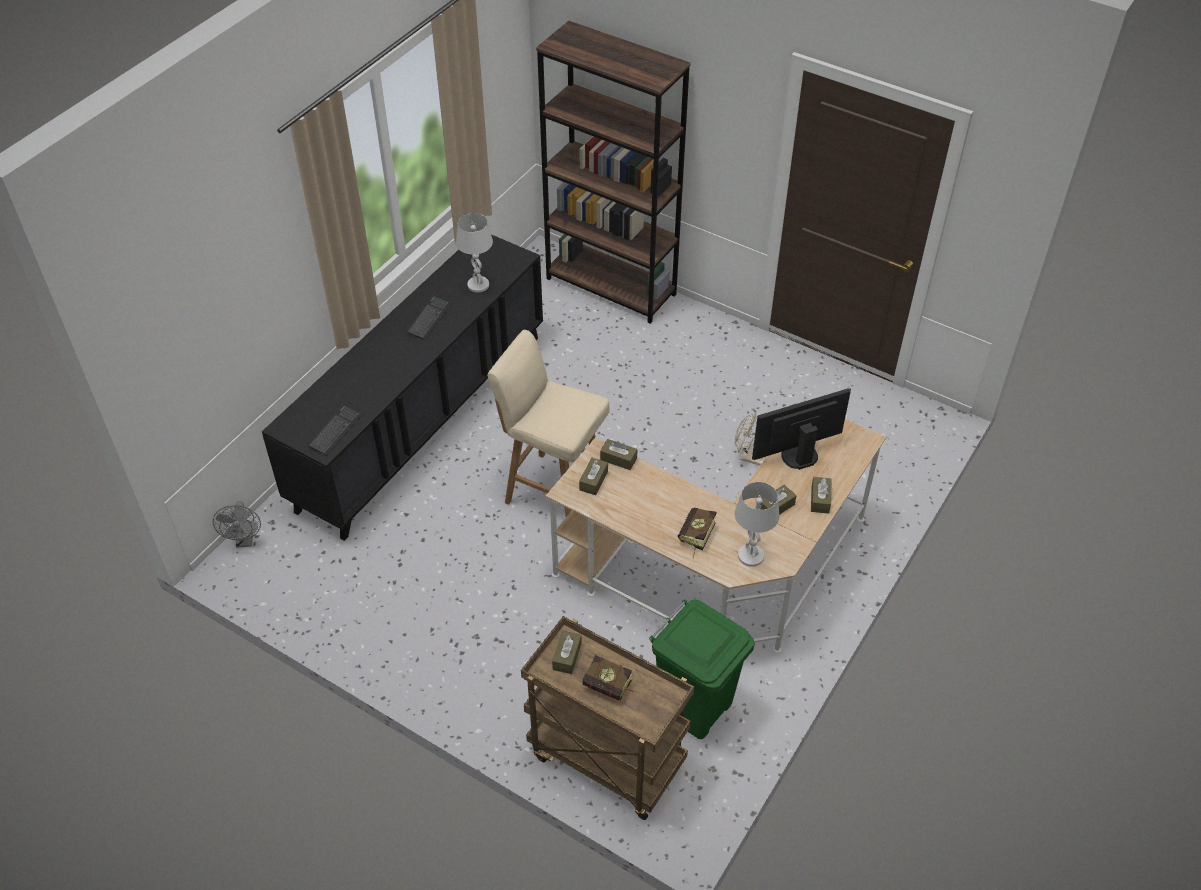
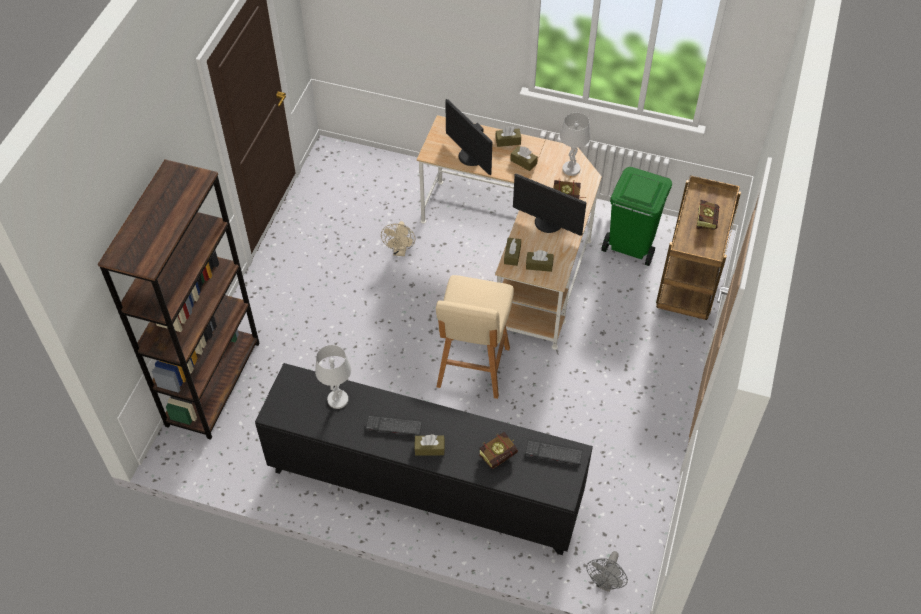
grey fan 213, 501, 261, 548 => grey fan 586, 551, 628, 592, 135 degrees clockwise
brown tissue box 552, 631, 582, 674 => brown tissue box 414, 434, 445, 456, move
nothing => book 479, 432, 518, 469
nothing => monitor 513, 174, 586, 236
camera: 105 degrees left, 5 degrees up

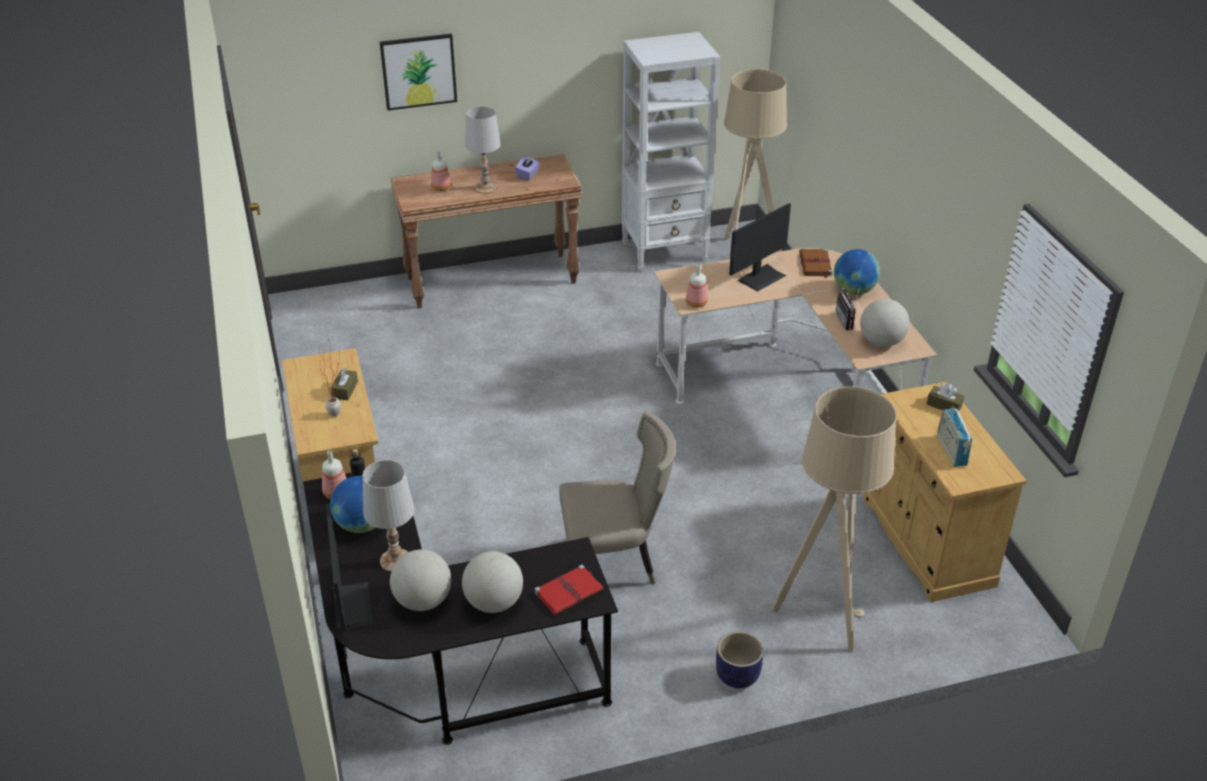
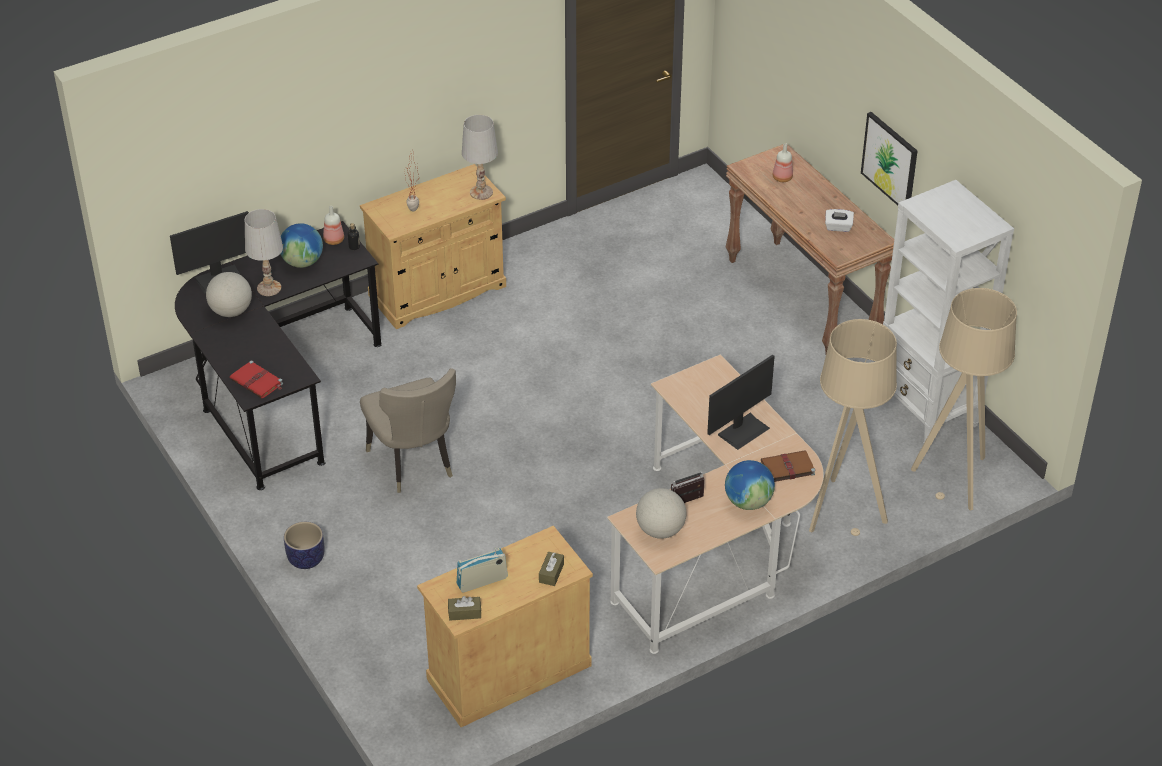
brown tissue box 331, 368, 358, 400 => brown tissue box 448, 596, 481, 621, move
picture 380, 34, 457, 111 => picture 861, 112, 918, 205, move
globe 462, 551, 523, 613 => nothing
white table lamp 465, 106, 500, 193 => white table lamp 462, 115, 498, 200, move
purple tissue box 515, 156, 540, 180 => white tissue box 825, 209, 854, 232
bottle 686, 264, 708, 308 => nothing
monitor 729, 203, 791, 292 => monitor 707, 355, 775, 450, 75 degrees counterclockwise
beige floor lamp 772, 386, 897, 651 => beige floor lamp 809, 319, 897, 536, move
camera: 75 degrees right, 5 degrees up

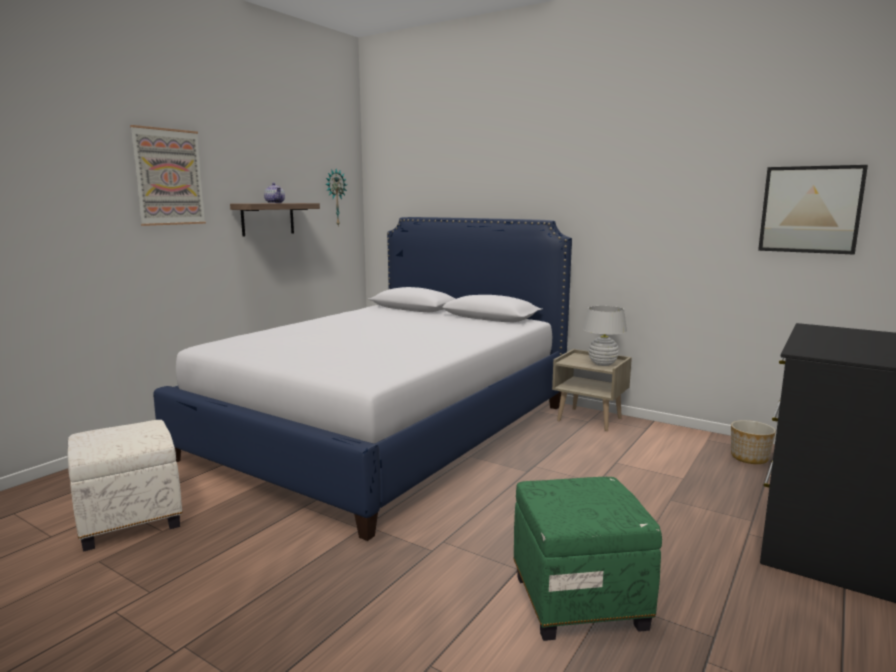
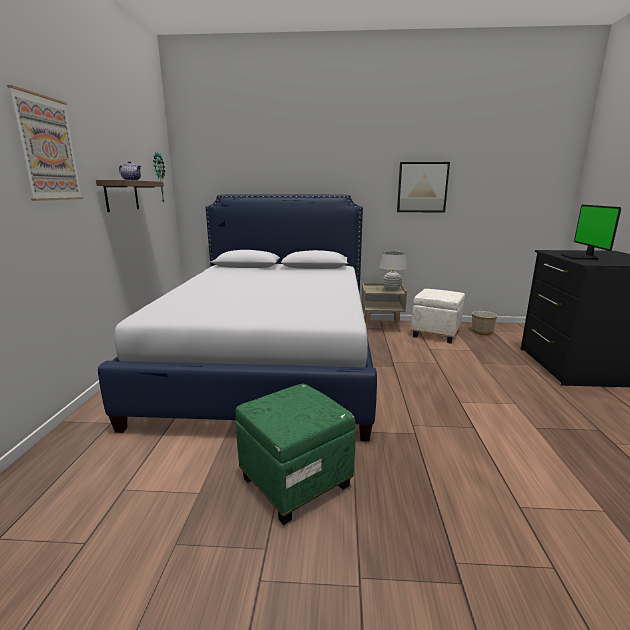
white ottoman 68, 420, 183, 552 => white ottoman 411, 289, 465, 344, move
green ottoman 513, 477, 662, 641 => green ottoman 236, 384, 355, 525, move
picture 758, 165, 868, 255 => picture 397, 162, 450, 212, move
nothing => monitor 561, 205, 621, 260
camera: 30 degrees left, 5 degrees up

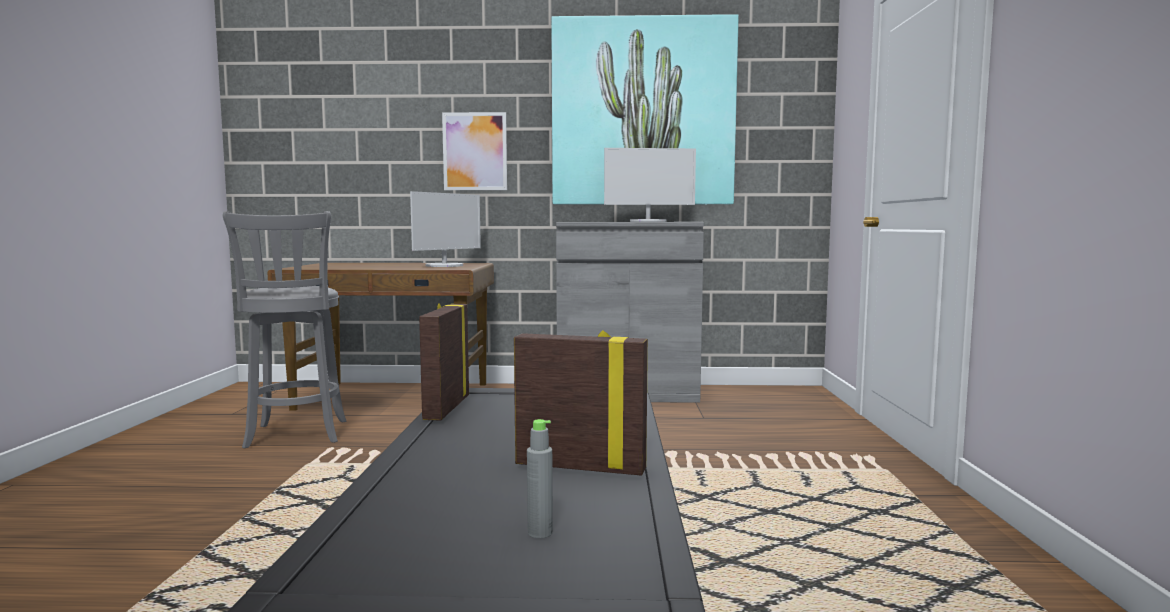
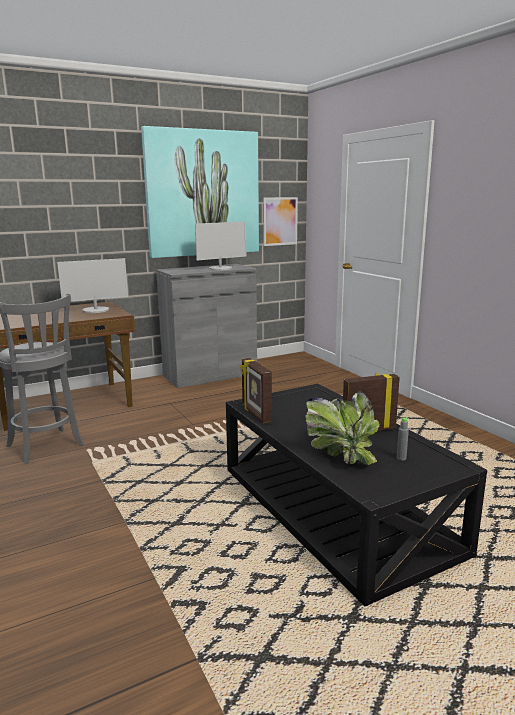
monitor 410, 191, 481, 267 => monitor 57, 258, 128, 313, 60 degrees clockwise
picture 442, 112, 507, 190 => picture 263, 197, 298, 246, move
nothing => potted plant 305, 391, 380, 465
camera: 30 degrees left, 10 degrees up

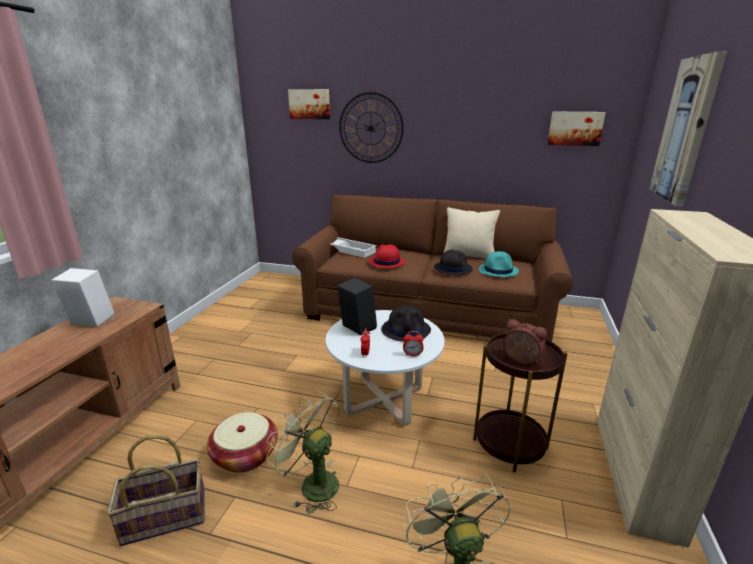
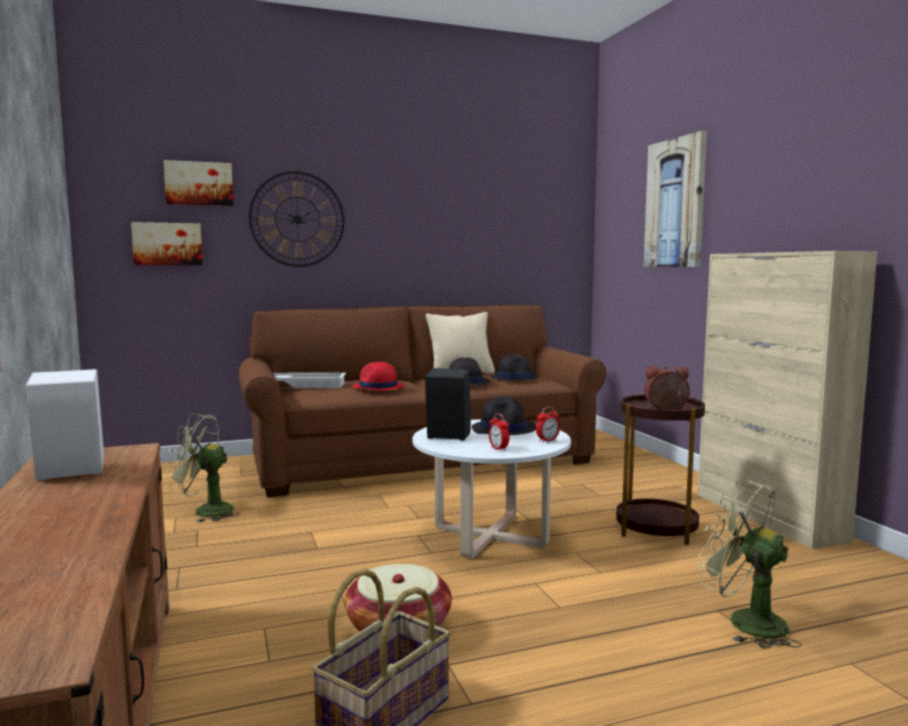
green fan 266, 391, 339, 514 => green fan 166, 414, 240, 523, move
turquoise hat 479, 251, 519, 277 => black hat 491, 354, 539, 381
picture 548, 112, 606, 146 => picture 131, 222, 202, 265, move
camera: 35 degrees left, 15 degrees down

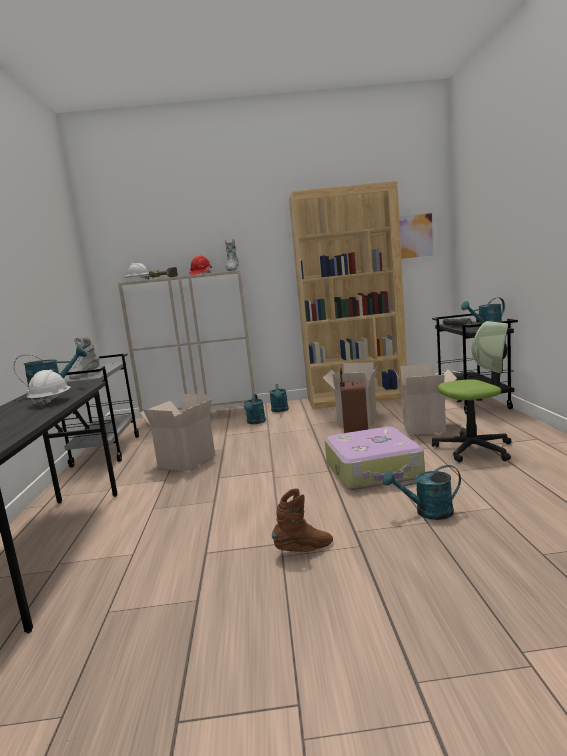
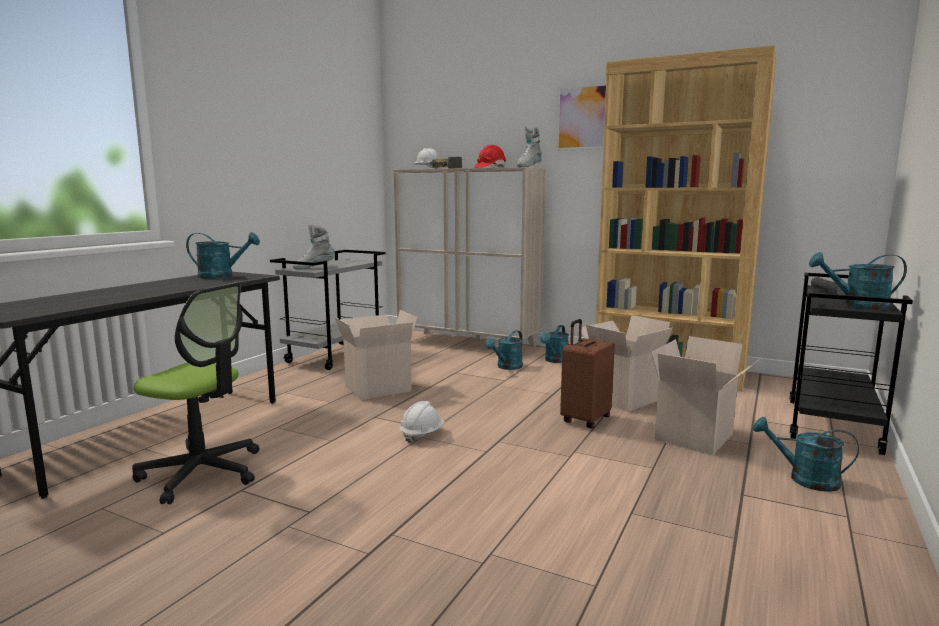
white hard hat 27, 370, 70, 408 => white hard hat 400, 401, 444, 444, move
brown boot 272, 488, 333, 552 => nothing
suitcase 325, 427, 425, 490 => nothing
turquoise watering can 383, 465, 461, 520 => turquoise watering can 753, 417, 859, 492, move
picture 399, 211, 436, 261 => picture 556, 82, 606, 151, move
office chair 432, 321, 511, 463 => office chair 132, 282, 259, 504, move
camera: 30 degrees right, 0 degrees up

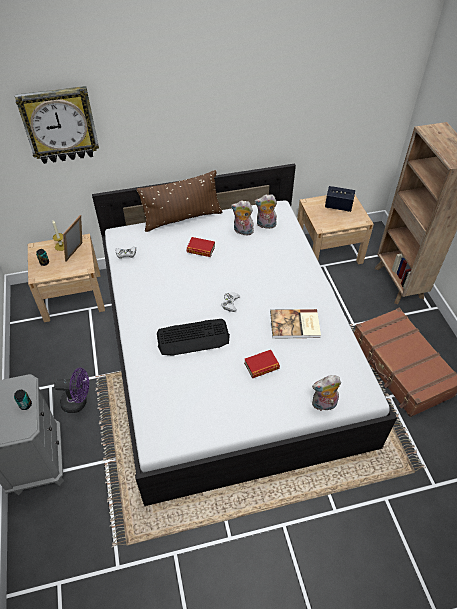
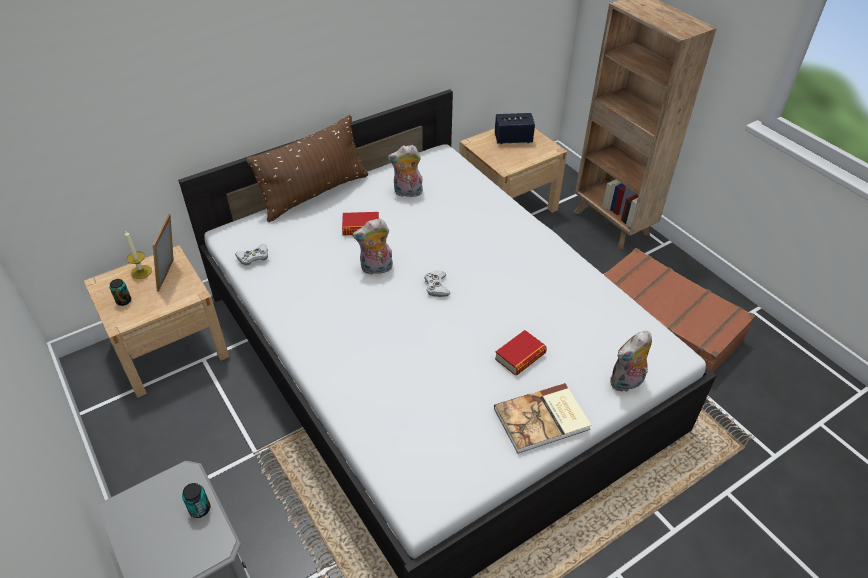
wall clock 15, 86, 99, 164 => nothing
purple fan 54, 368, 89, 413 => nothing
keyboard 157, 319, 230, 356 => nothing
plush toy 254, 194, 277, 229 => plush toy 352, 218, 393, 275, move
book 270, 309, 321, 339 => book 494, 383, 591, 454, move
camera: 20 degrees left, 5 degrees down

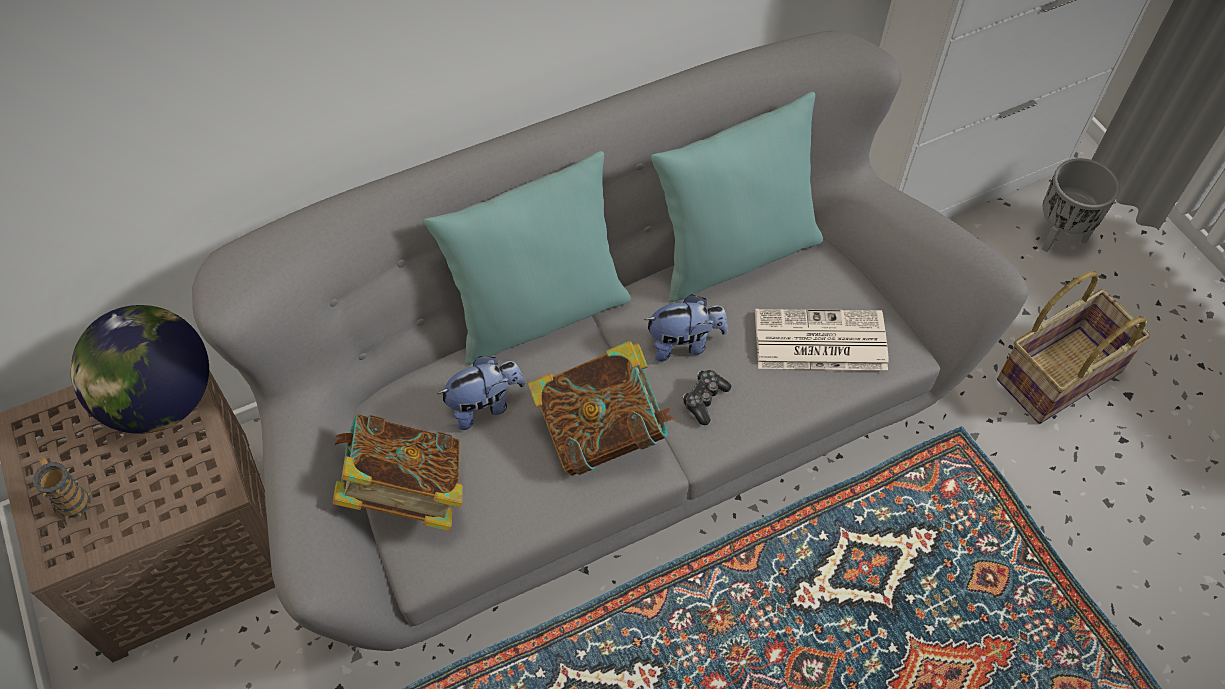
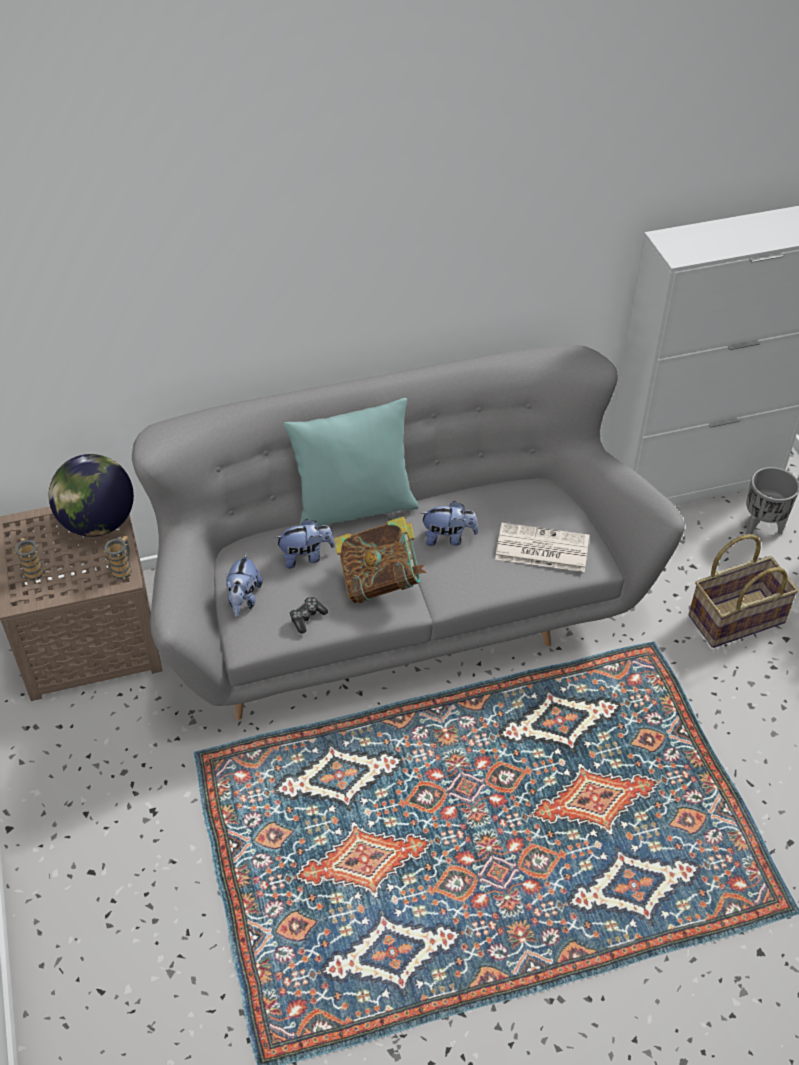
book 332, 414, 463, 531 => plush toy 226, 552, 263, 617
turquoise pillow 651, 92, 823, 302 => nothing
game controller 682, 370, 731, 425 => game controller 290, 597, 328, 633, move
nothing => mug 104, 536, 133, 580
camera: 10 degrees right, 10 degrees down

